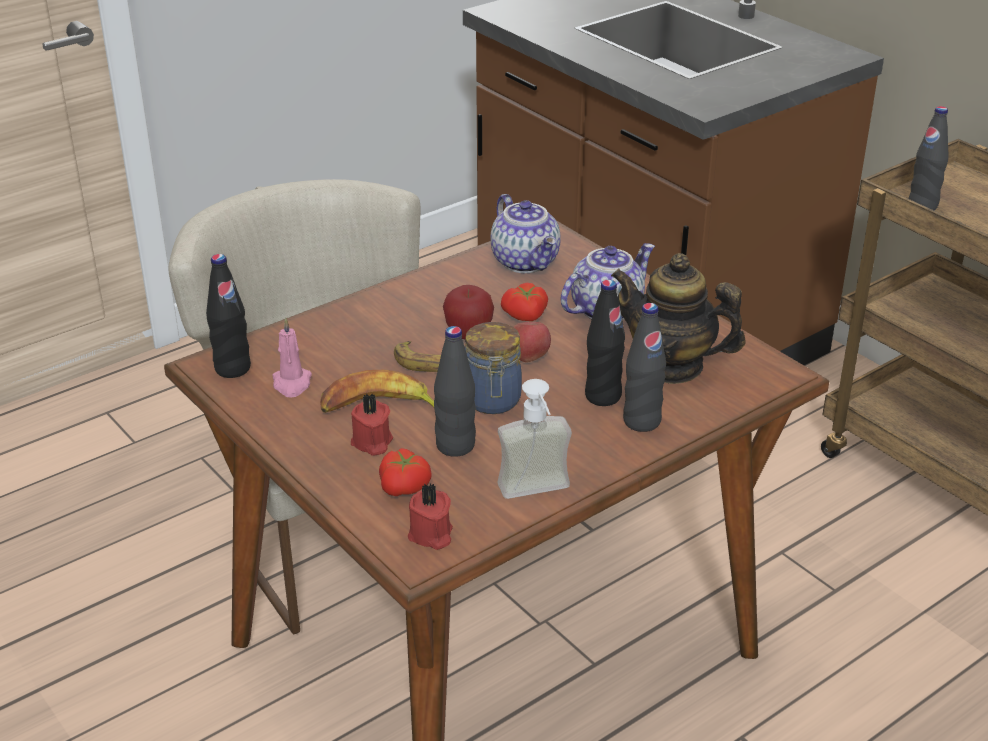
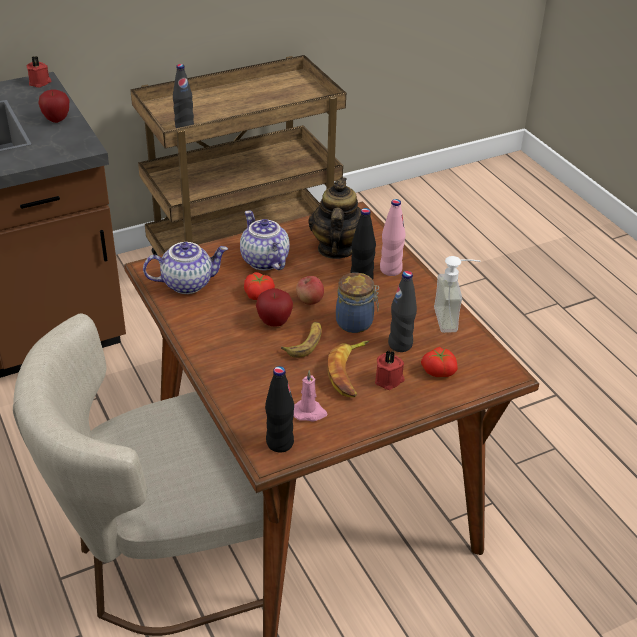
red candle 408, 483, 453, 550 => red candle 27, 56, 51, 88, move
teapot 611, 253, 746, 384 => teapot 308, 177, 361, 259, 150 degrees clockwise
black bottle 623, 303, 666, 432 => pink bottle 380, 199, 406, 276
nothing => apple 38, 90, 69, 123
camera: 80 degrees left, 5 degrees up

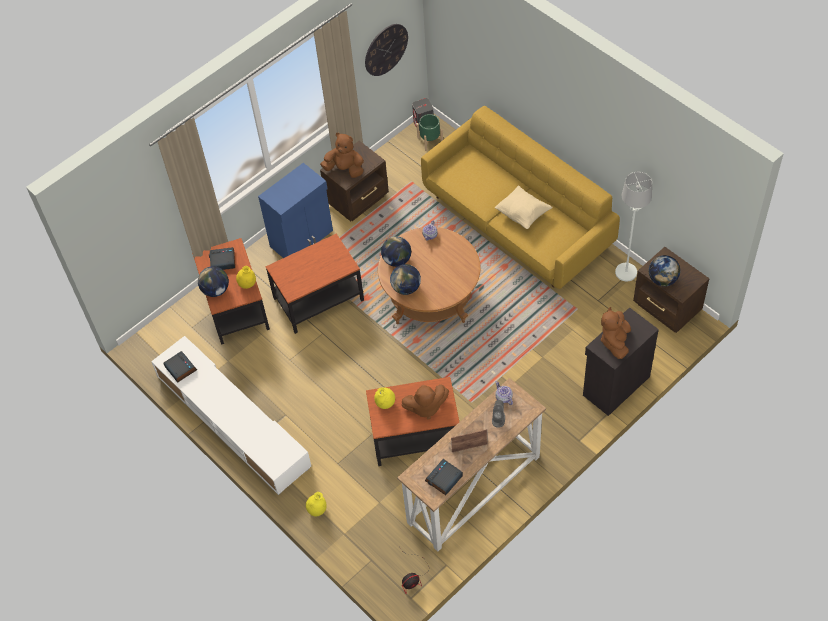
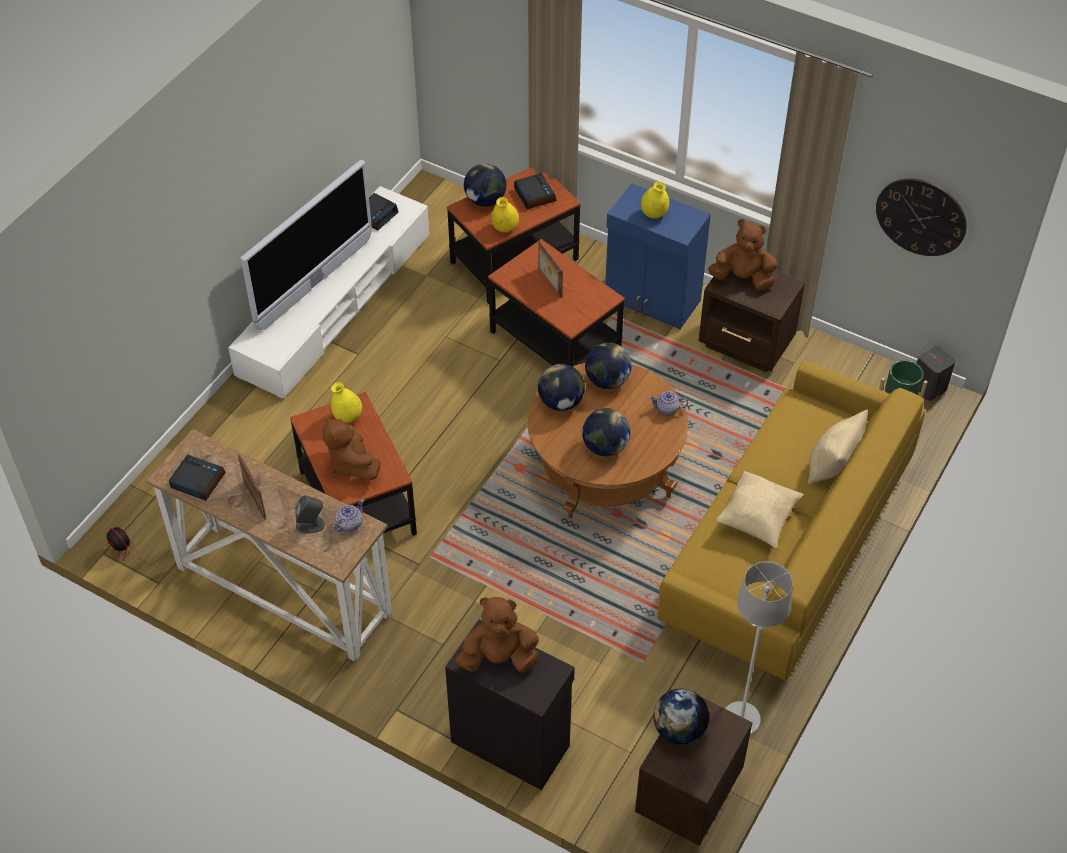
yellow vase 306, 492, 327, 516 => yellow vase 641, 182, 669, 218, move
brown plush toy 320, 133, 364, 178 => brown plush toy 708, 219, 778, 291, 75 degrees counterclockwise
nothing => television 240, 160, 372, 330
nothing => picture frame 538, 241, 563, 298
nothing => globe 582, 408, 630, 456
nothing => beige pillow 808, 409, 868, 484
camera: 70 degrees right, 5 degrees down

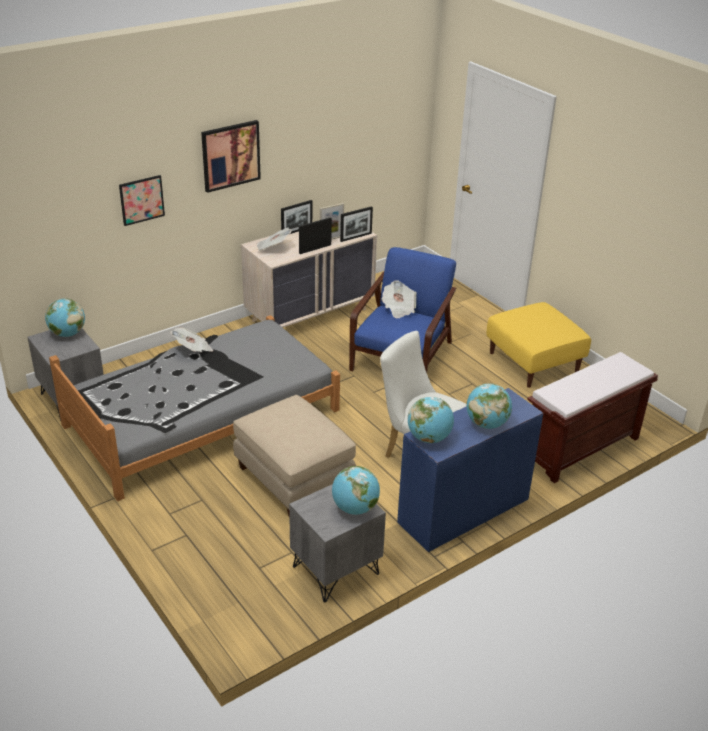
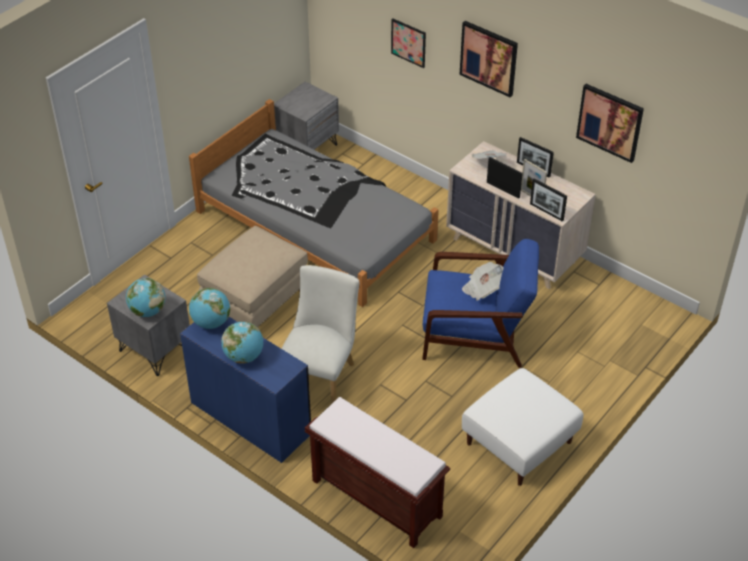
globe 45, 298, 85, 337 => nothing
newspaper 170, 327, 214, 353 => nothing
yellow ottoman 487, 302, 591, 388 => white ottoman 462, 368, 583, 486
nothing => picture 576, 84, 644, 163
camera: 75 degrees right, 10 degrees up

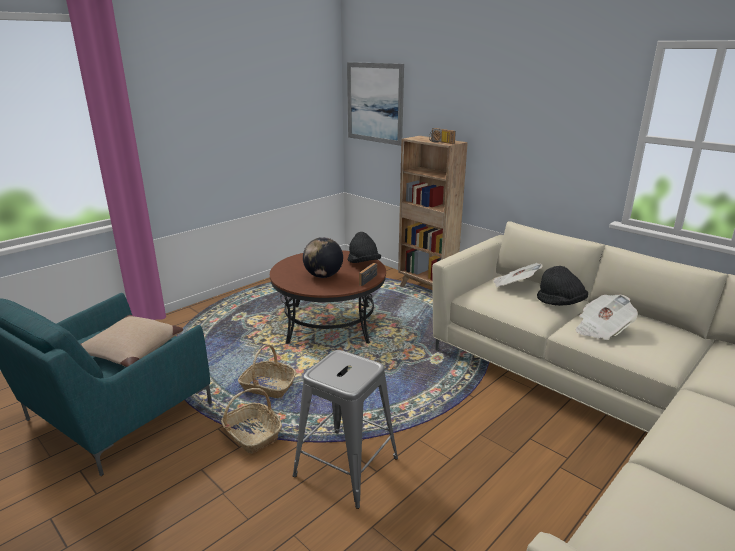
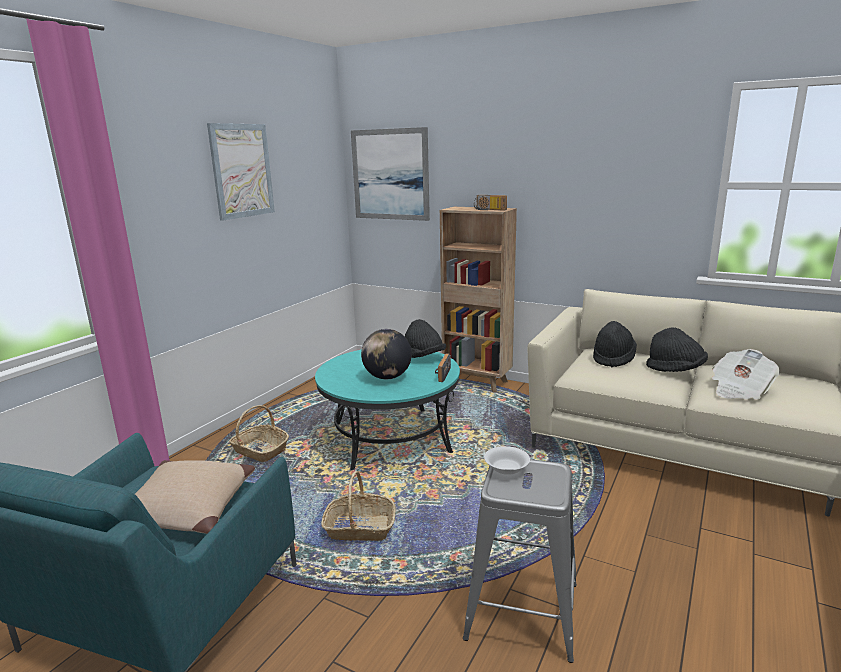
basket 221, 388, 282, 454 => basket 229, 405, 289, 462, move
brown coffee table 270, 250, 386, 344 => turquoise coffee table 315, 350, 460, 470
newspaper 493, 263, 542, 287 => black hat 593, 321, 637, 368
nothing => picture 207, 123, 275, 221
nothing => white bowl 484, 446, 530, 475
camera: 15 degrees left, 5 degrees down

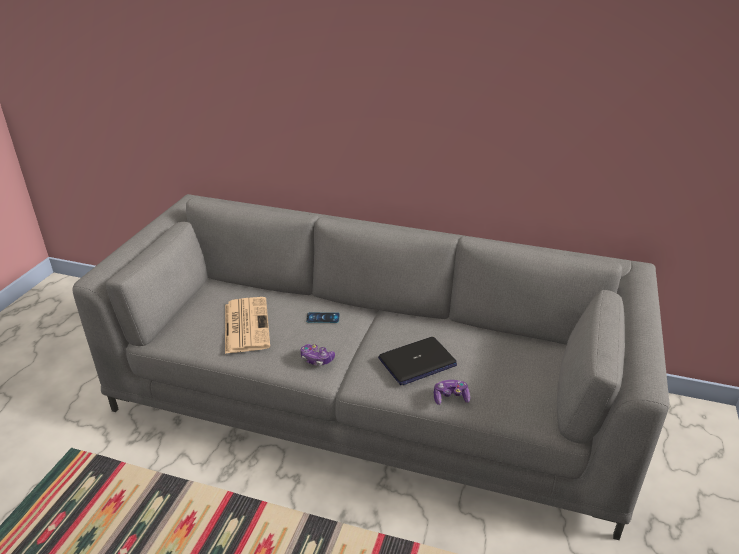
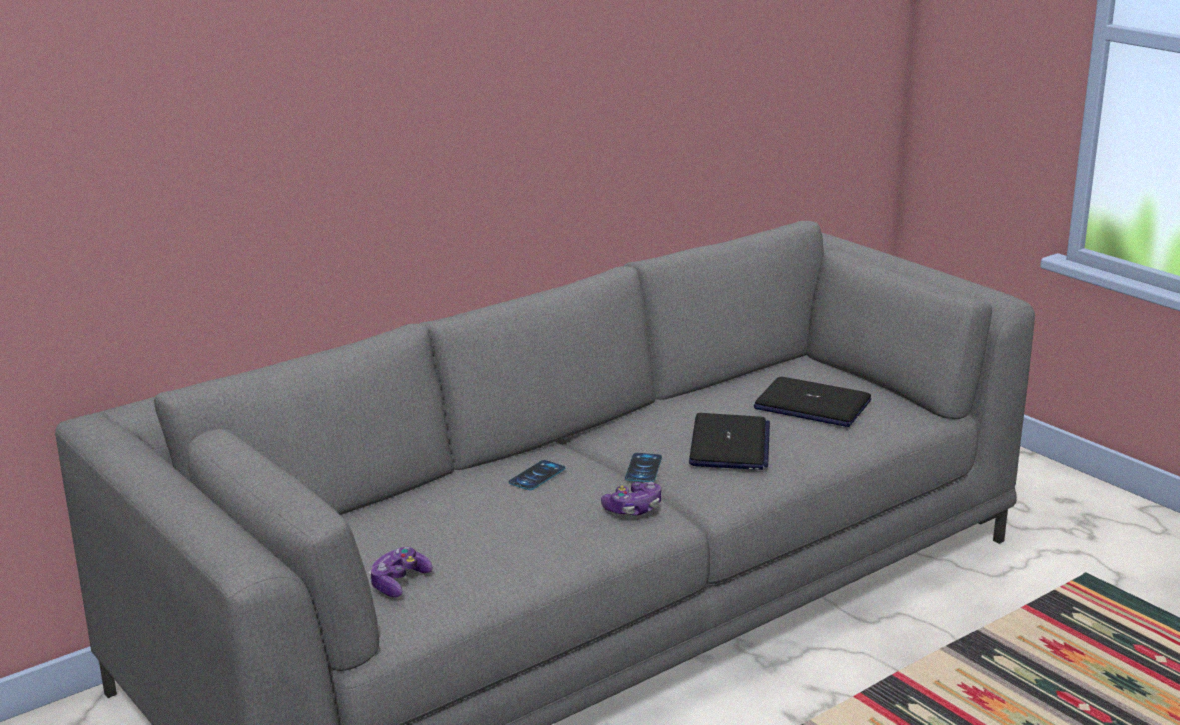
newspaper 225, 297, 270, 354 => nothing
game controller 434, 380, 470, 405 => game controller 369, 547, 433, 597, move
nothing => phone 625, 453, 662, 482
nothing => laptop 754, 377, 871, 427
camera: 55 degrees left, 10 degrees down

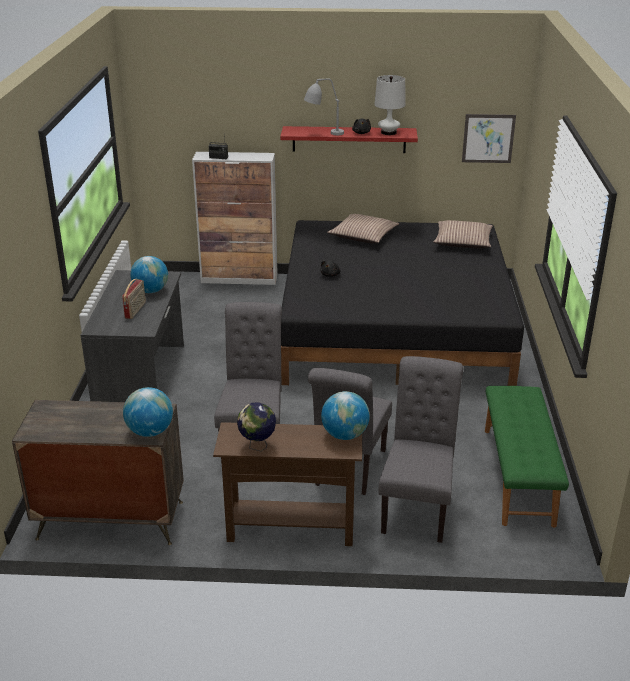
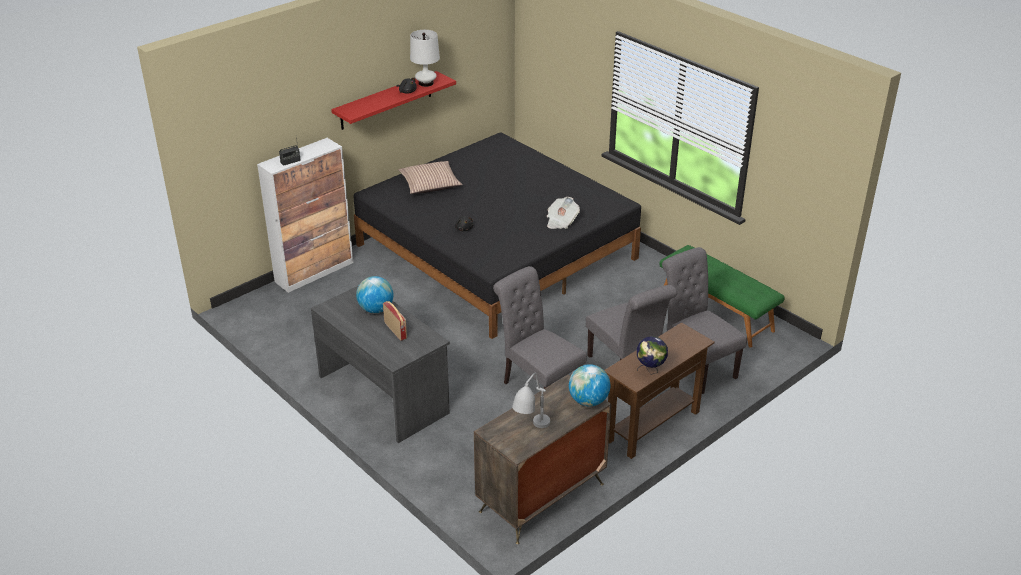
grey table lamp 304, 78, 344, 135 => grey table lamp 512, 373, 550, 428, move
globe 321, 391, 370, 440 => nothing
pillow 433, 220, 493, 248 => nothing
picture 462, 114, 516, 163 => nothing
nothing => newspaper 547, 197, 580, 229
camera: 45 degrees left, 5 degrees up

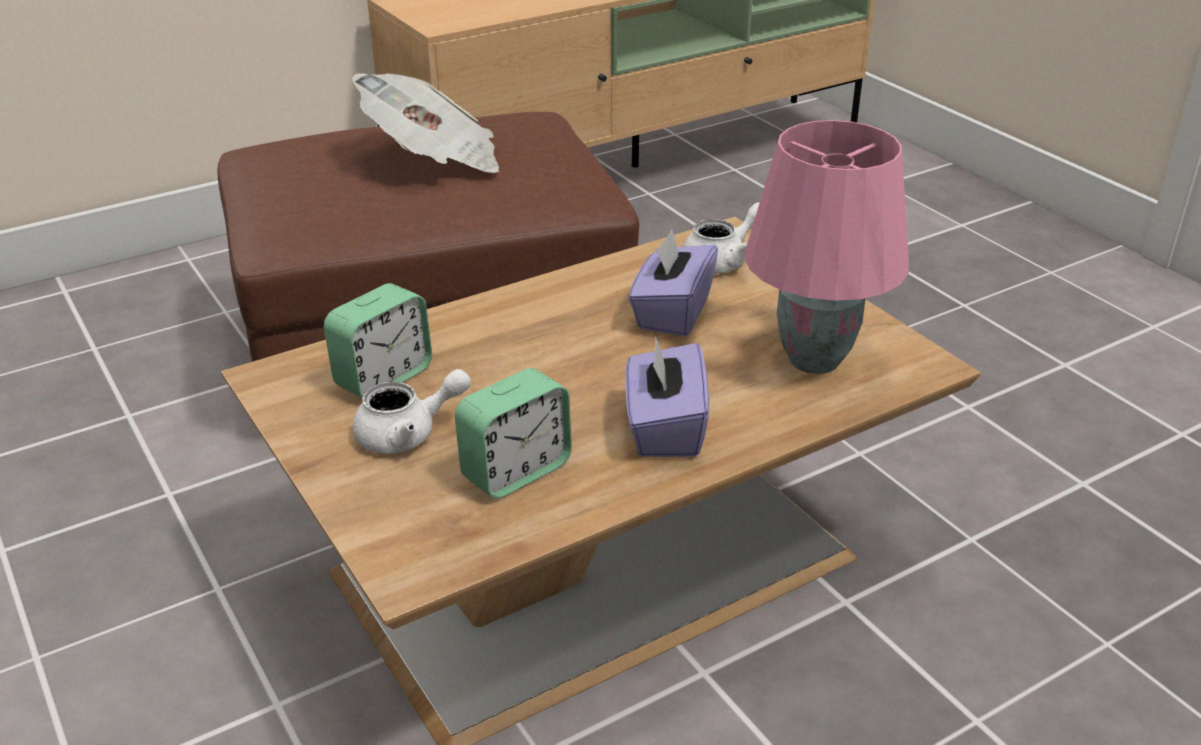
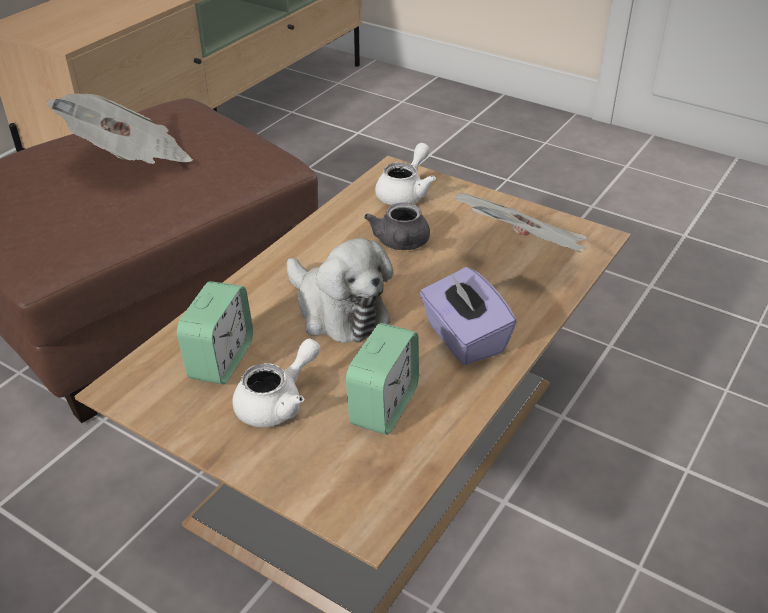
purple tissue box 629, 230, 718, 337 => grey teapot 364, 203, 430, 250
pink table lamp 744, 120, 909, 374 => newspaper 455, 193, 587, 252
nothing => plush toy 287, 238, 393, 343
camera: 25 degrees left, 5 degrees up

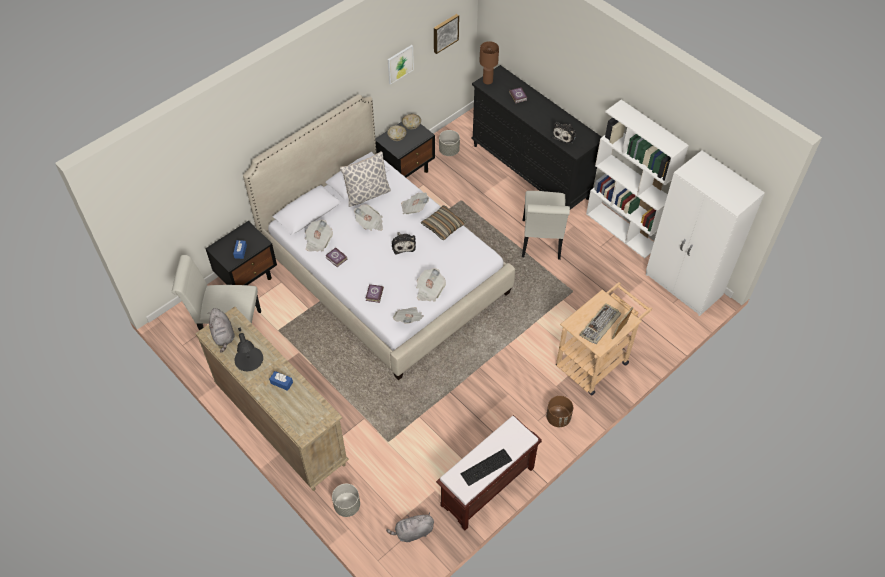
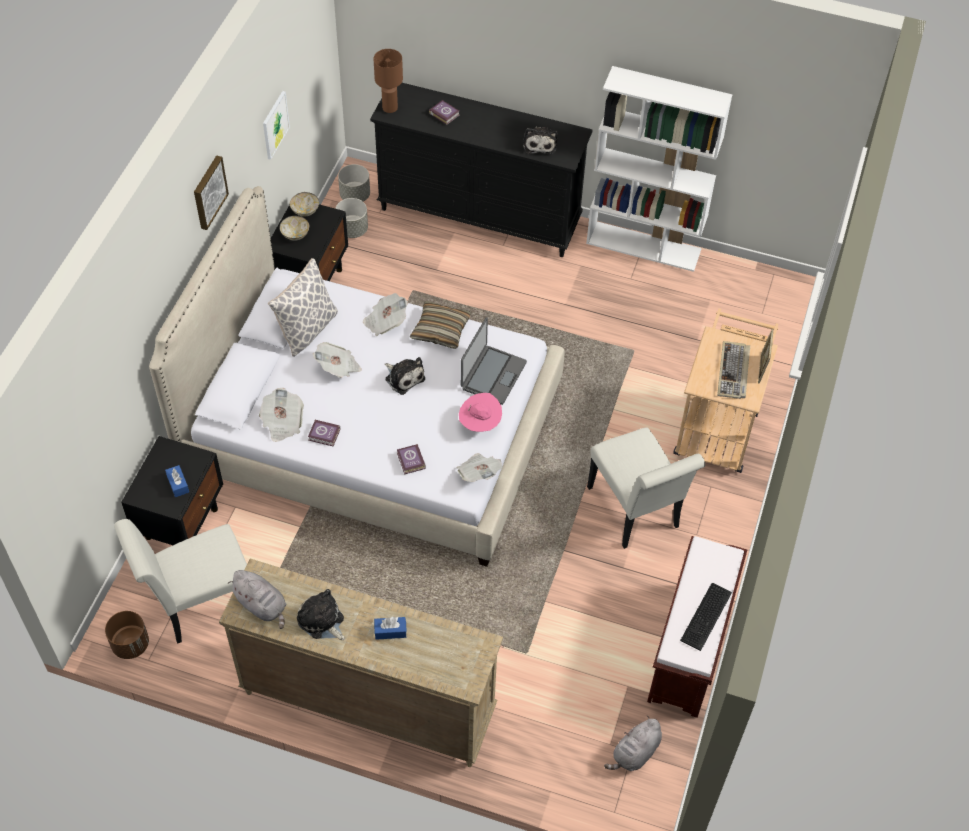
black table lamp 234, 327, 263, 371 => plush toy 297, 589, 345, 640
grey planter 332, 484, 360, 517 => grey planter 338, 164, 370, 202, move
newspaper 416, 268, 446, 302 => pink hat 459, 393, 502, 432
picture 434, 14, 459, 54 => picture 194, 155, 229, 230, move
white chair 522, 191, 570, 260 => white chair 587, 427, 705, 549, move
brown planter 546, 396, 573, 427 => brown planter 105, 611, 149, 659, move
white wardrobe 646, 150, 765, 316 => nothing
nothing => laptop 461, 317, 527, 405
camera: 30 degrees left, 0 degrees up

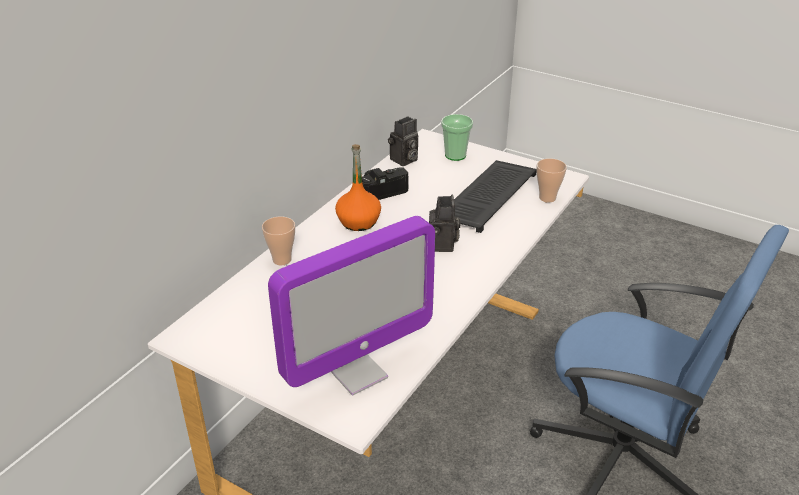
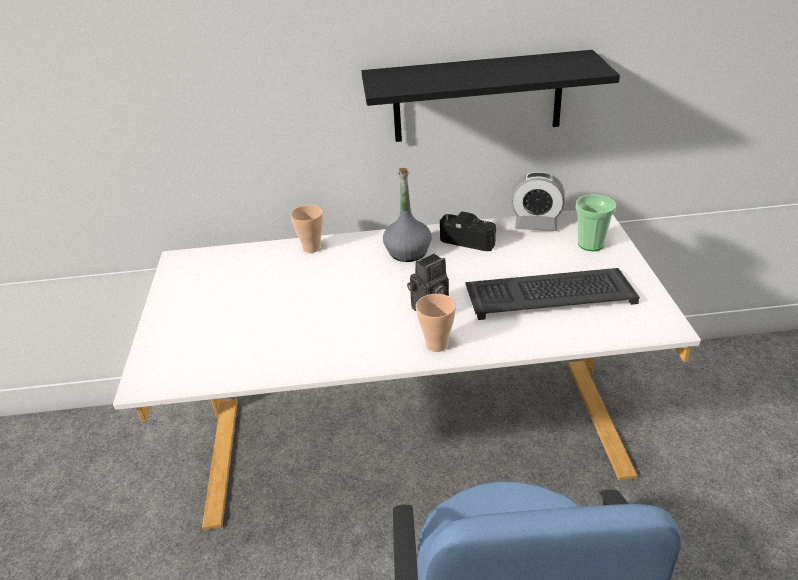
monitor 268, 216, 435, 395 => nothing
orange bottle 335, 144, 381, 231 => grey bottle 383, 168, 432, 262
photo camera 388, 116, 418, 166 => alarm clock 511, 172, 565, 231
cup 536, 158, 567, 203 => cup 416, 294, 456, 352, move
nothing => black shelf 361, 50, 620, 142
camera: 55 degrees right, 0 degrees up

